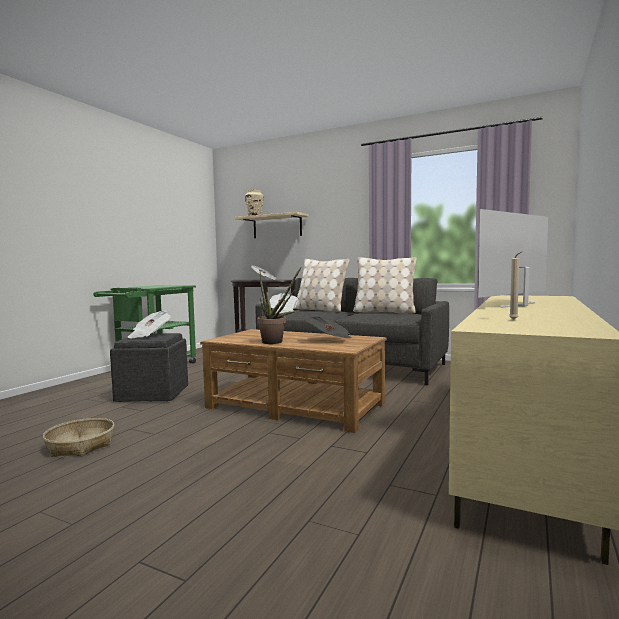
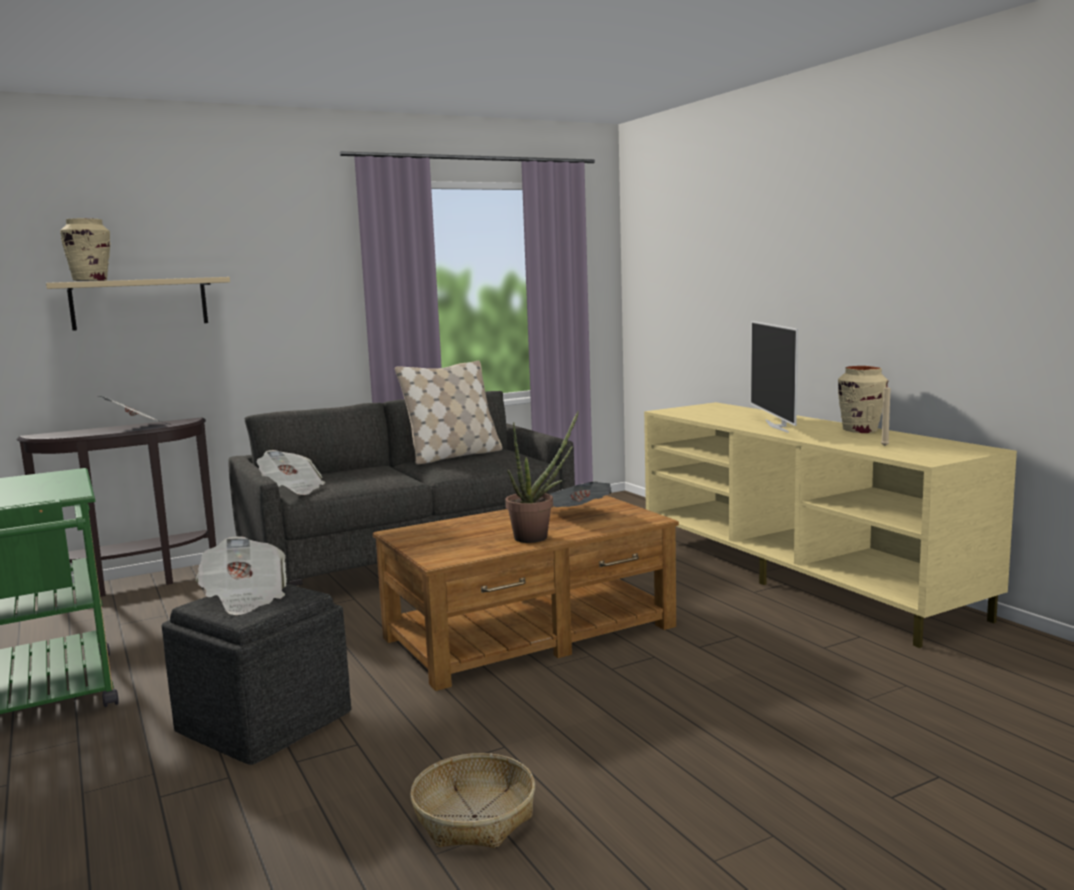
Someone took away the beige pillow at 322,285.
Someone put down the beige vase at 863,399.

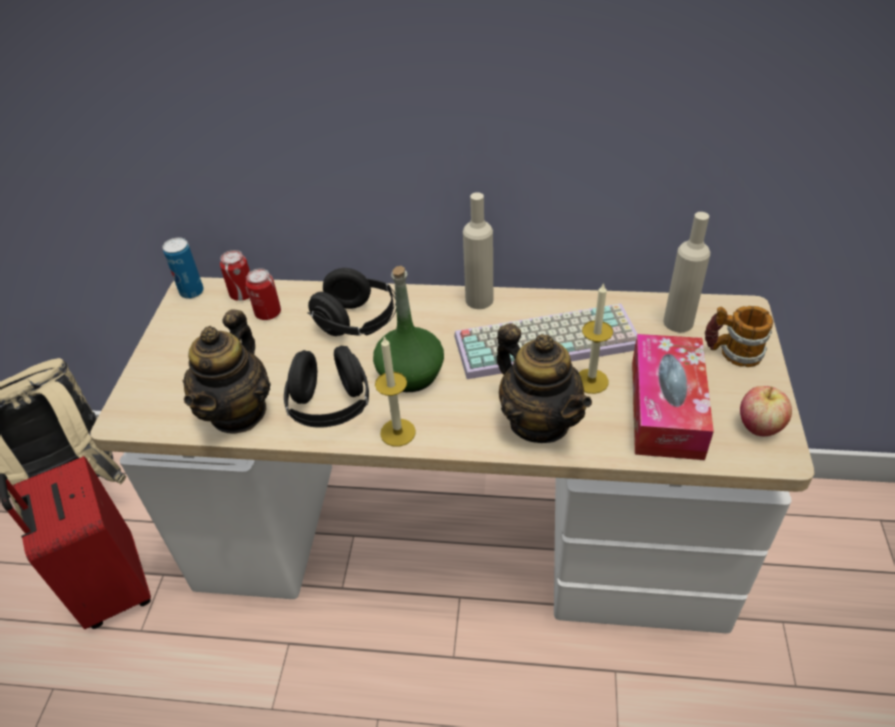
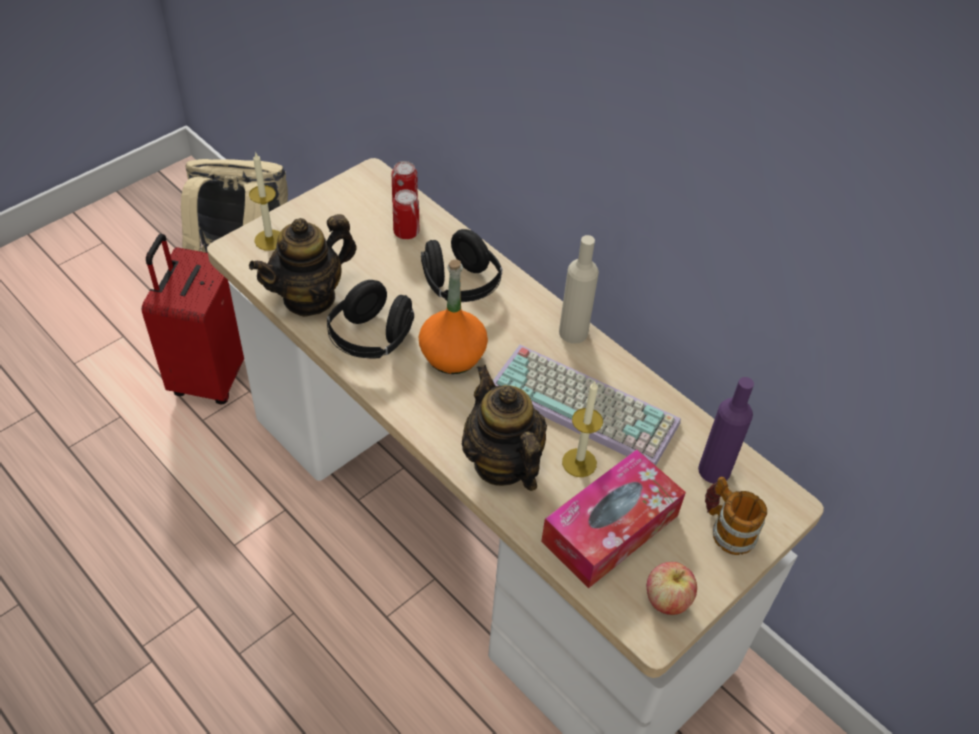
Someone repainted the beige bottle at 686,272, which became the purple bottle at 726,430.
Someone took away the can at 183,268.
Someone repainted the green bottle at 408,329, which became the orange bottle at 453,316.
Someone rotated the teapot at 544,383 by 150 degrees clockwise.
Someone carried the candle from 395,391 to 264,202.

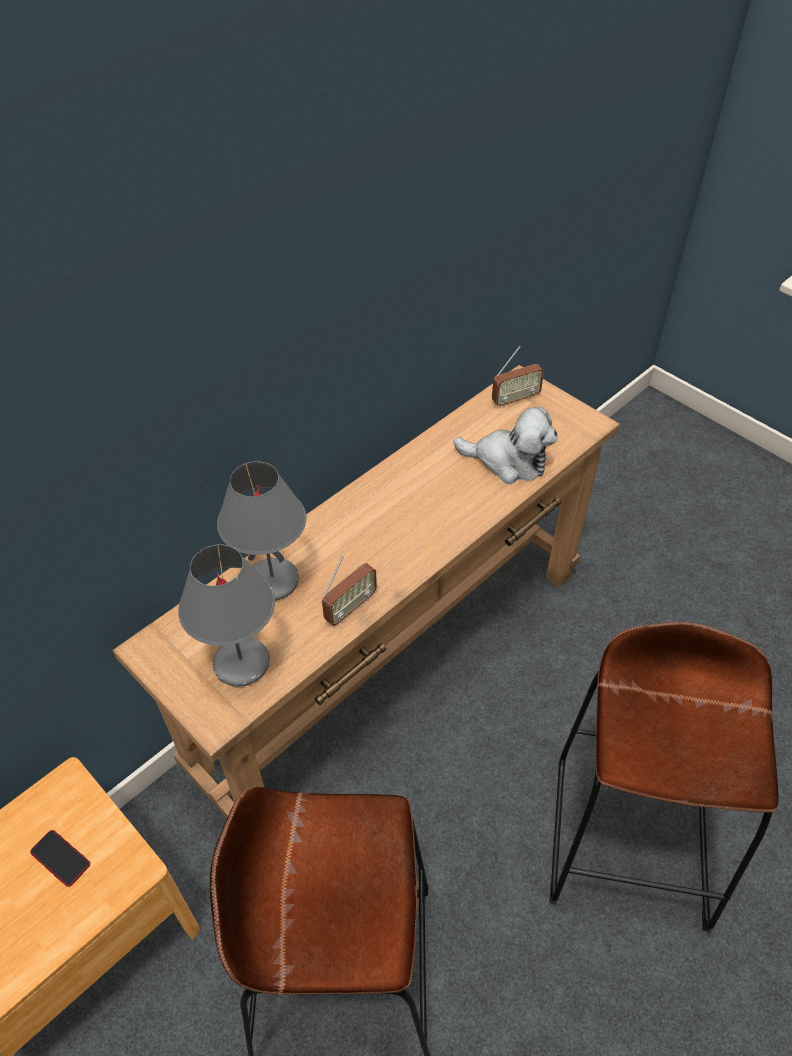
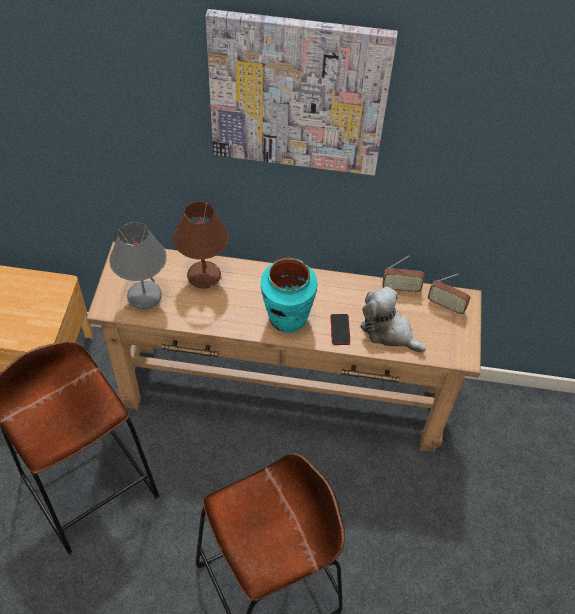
Someone rotated the plush toy at 505,445 by 150 degrees clockwise.
Someone repainted the grey table lamp at 262,531, which became the brown table lamp at 201,245.
Someone carried the radio from 349,591 to 403,275.
Someone carried the phone from 60,858 to 340,329.
Someone put up the picture at 301,92.
Someone put down the turquoise vase at 289,295.

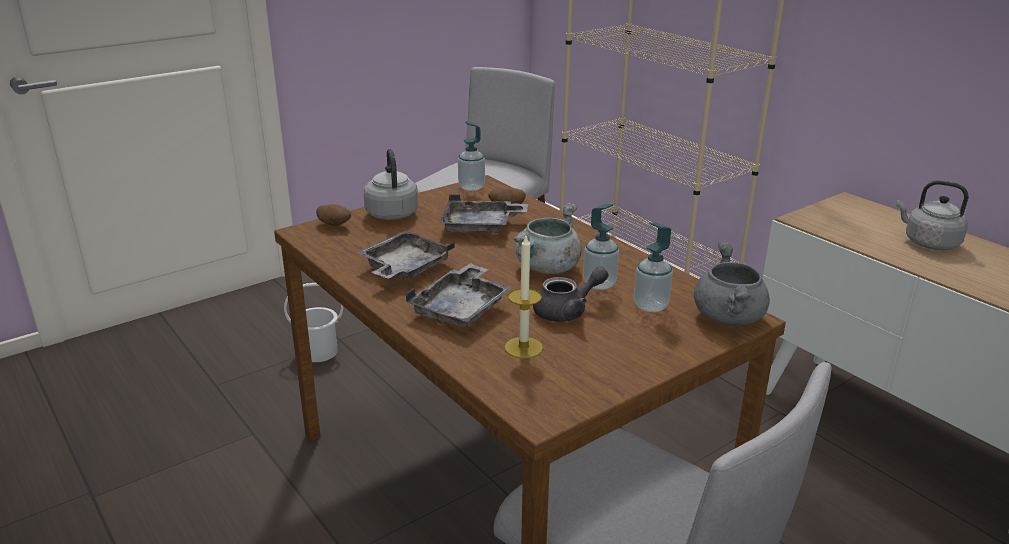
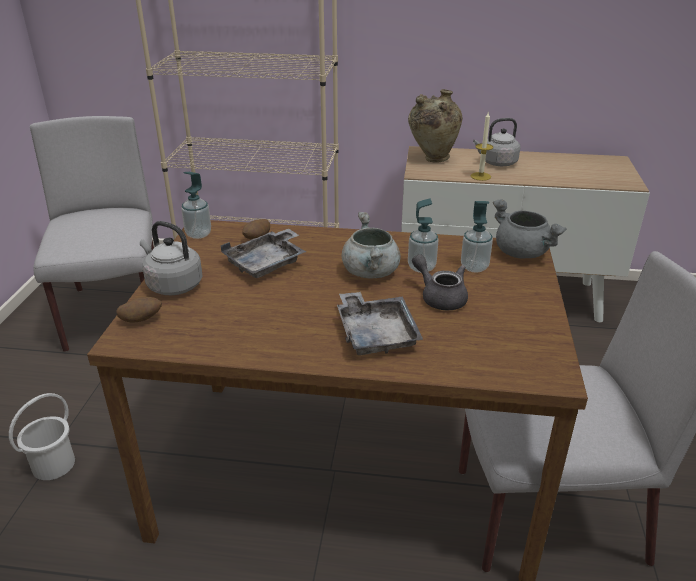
Someone took away the grey tray at 406,255.
Someone carried the candle from 523,297 to 482,146.
Someone rotated the grey teapot at 570,294 by 60 degrees counterclockwise.
Someone put down the beige vase at 435,126.

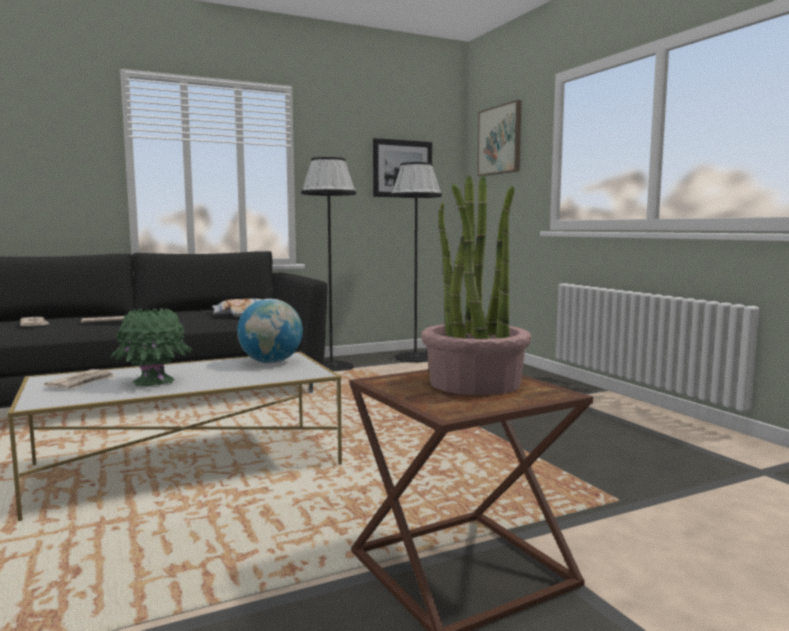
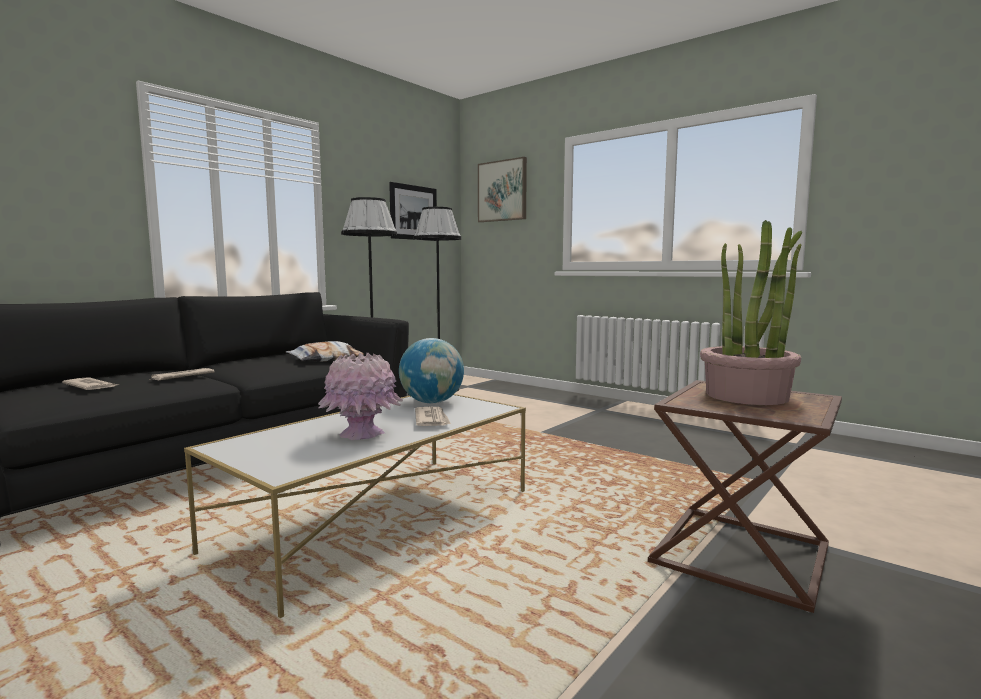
Someone repainted the green vase at 151,347, which became the pink vase at 360,396.
Someone carried the newspaper from 79,379 to 433,416.

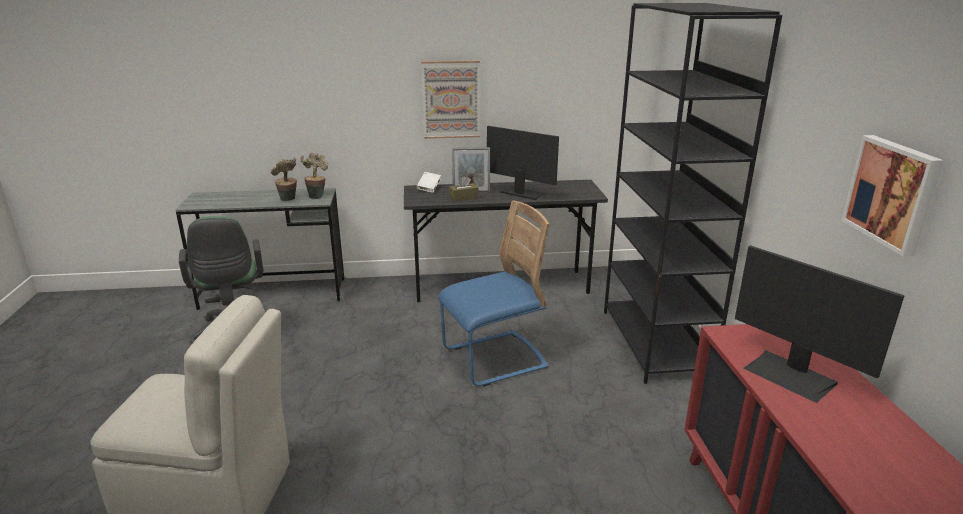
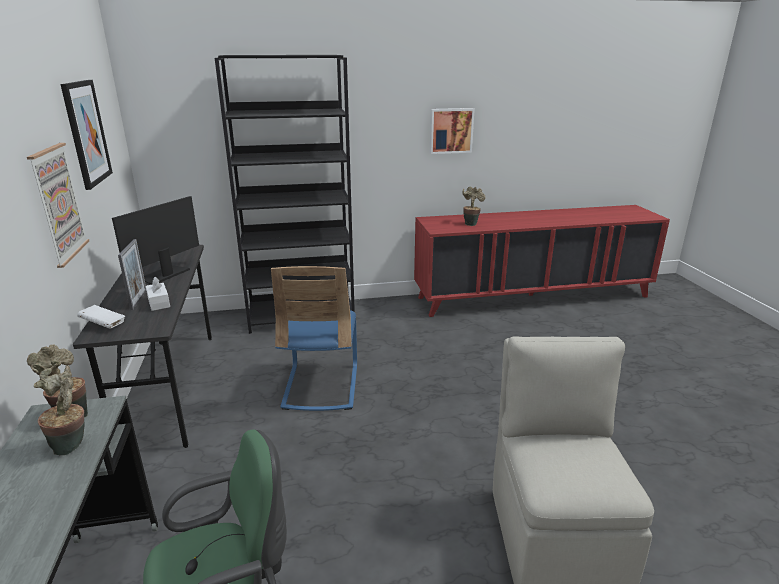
Someone repainted the brown tissue box at 464,189, which became the white tissue box at 158,294.
Someone rotated the blue chair at 493,294 by 150 degrees counterclockwise.
Someone swapped the monitor at 820,324 for the potted plant at 474,206.
Someone put up the picture at 86,135.

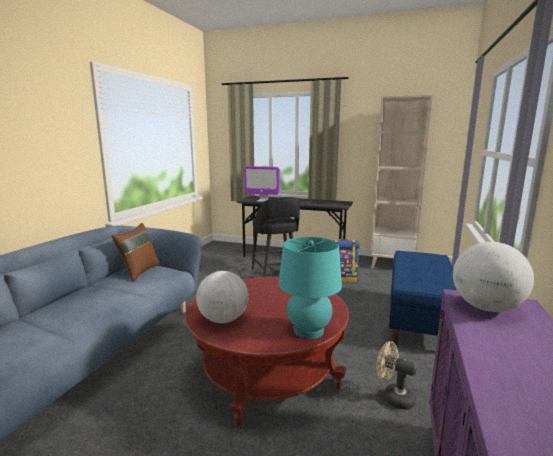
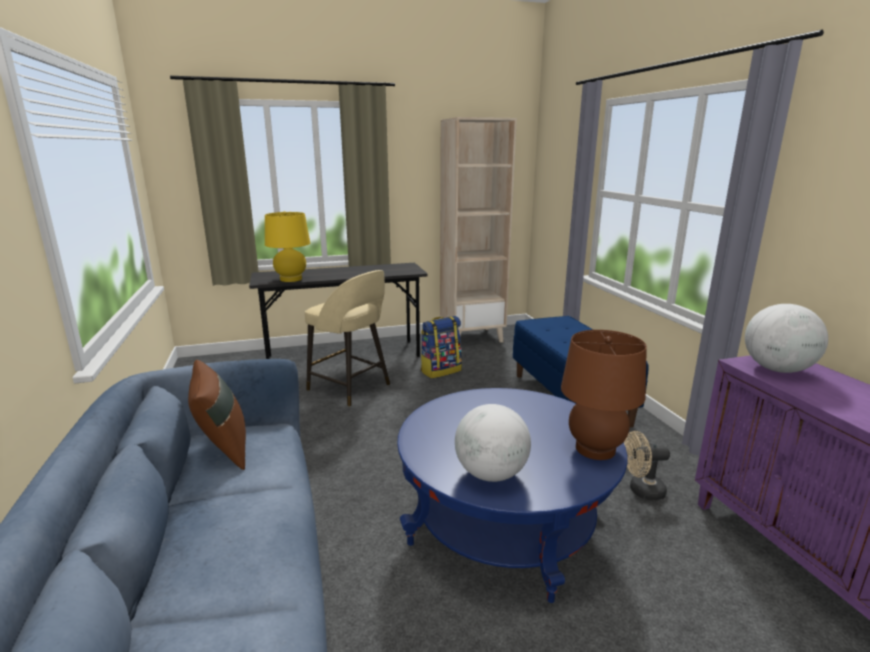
Someone swapped the monitor at 262,184 for the yellow table lamp at 287,246.
Someone repainted the black stool at 276,237, which became the beige stool at 347,338.
Someone repainted the turquoise table lamp at 310,288, which became the brown table lamp at 604,395.
Someone repainted the red coffee table at 267,351, which became the blue coffee table at 512,495.

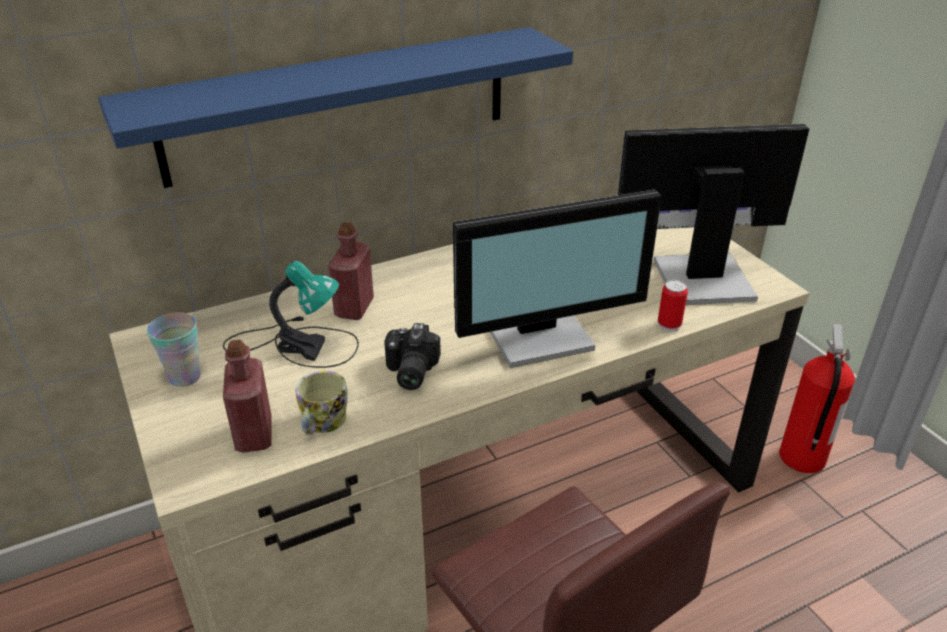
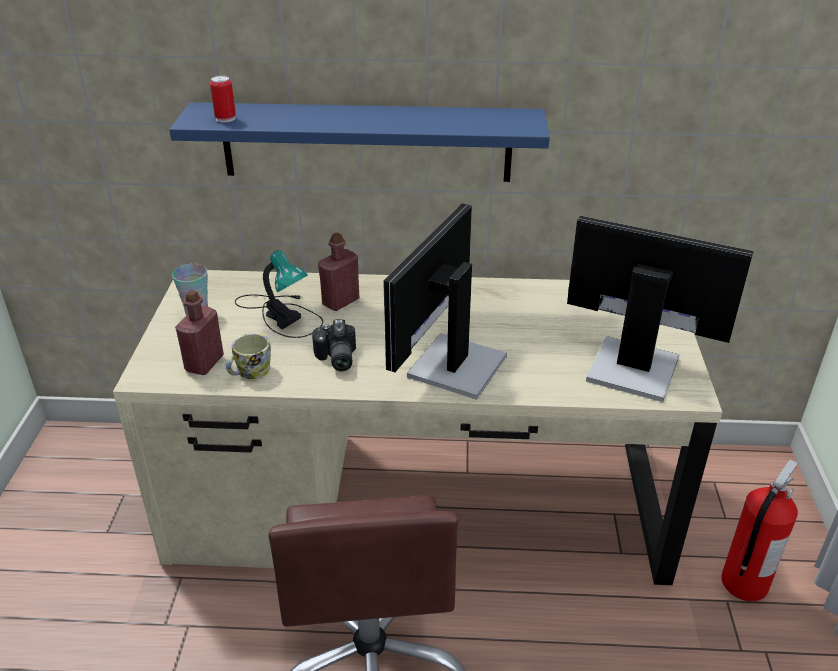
Someone rotated the monitor at 557,279 by 105 degrees clockwise.
Someone carried the can from 673,305 to 223,99.
Someone rotated the photo camera at 413,356 by 45 degrees counterclockwise.

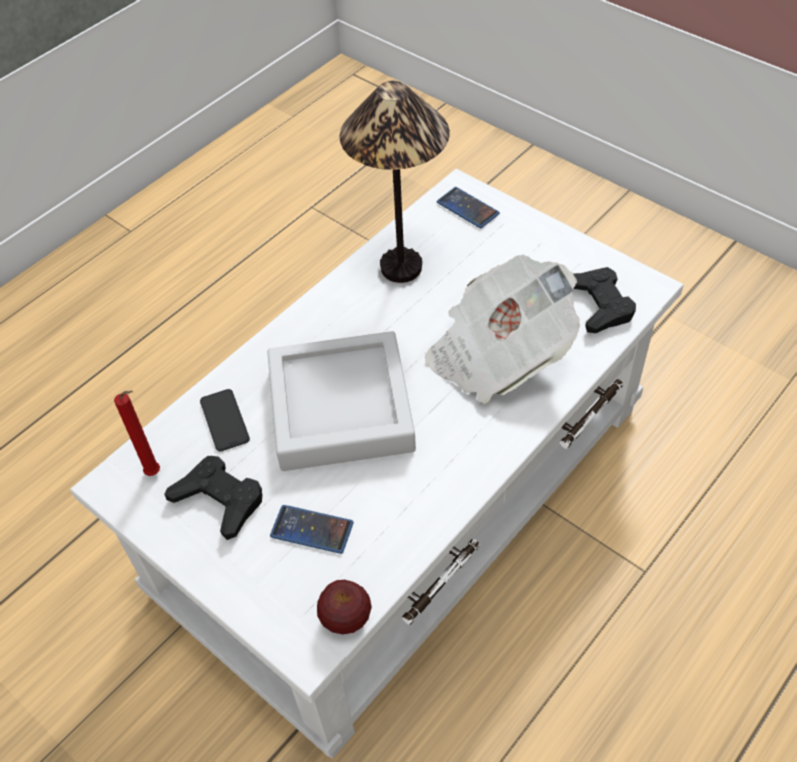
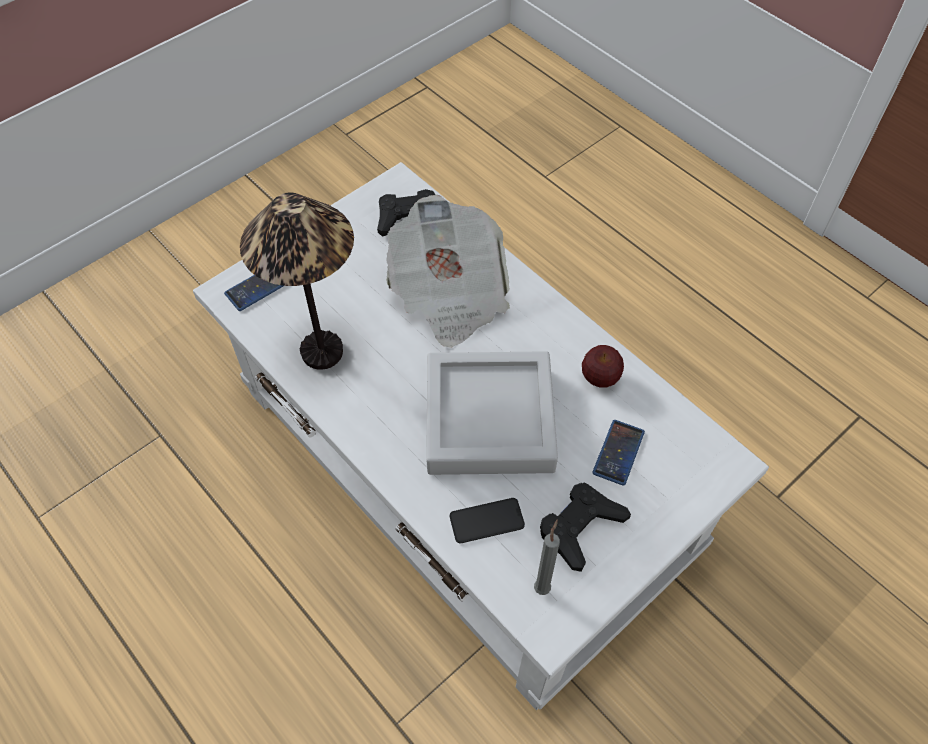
Someone repainted the red candle at 137,433, which became the grey candle at 547,557.
Someone carried the apple from 344,607 to 603,366.

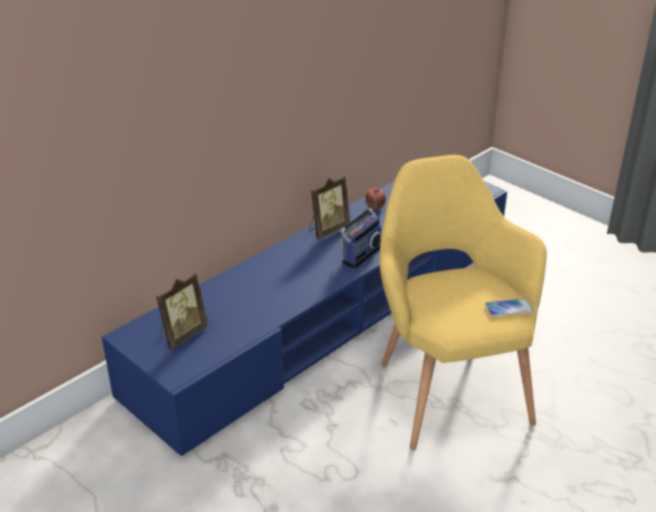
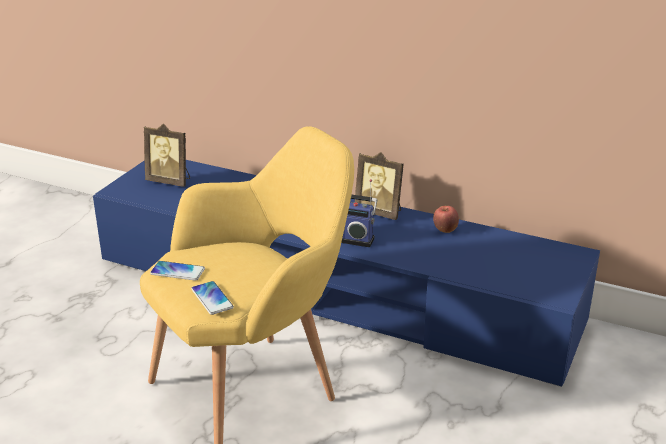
Someone put down the phone at 177,271.

